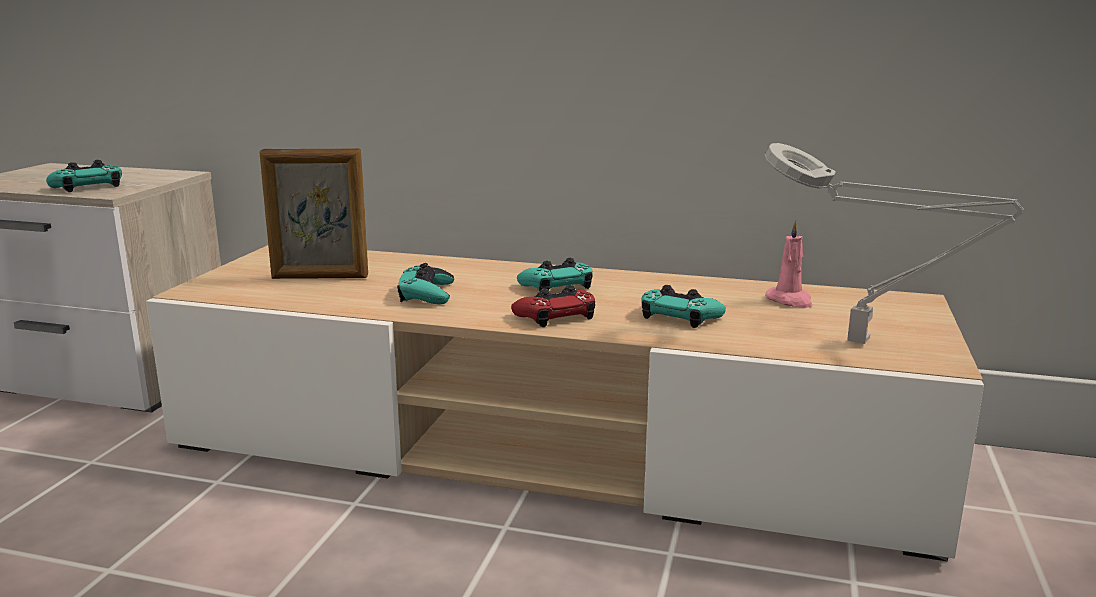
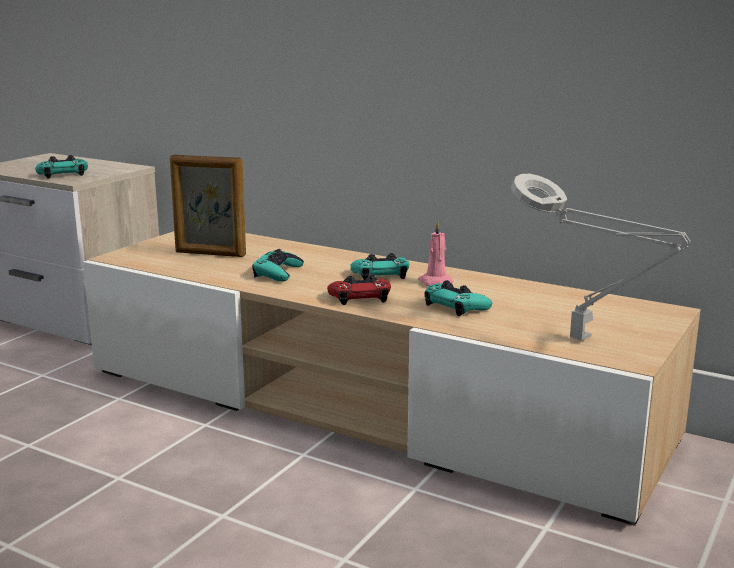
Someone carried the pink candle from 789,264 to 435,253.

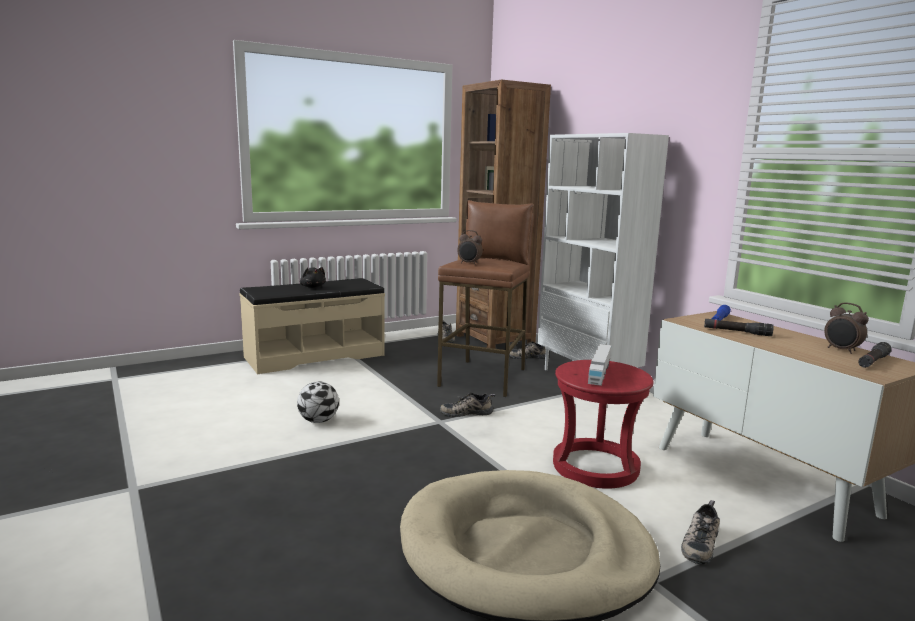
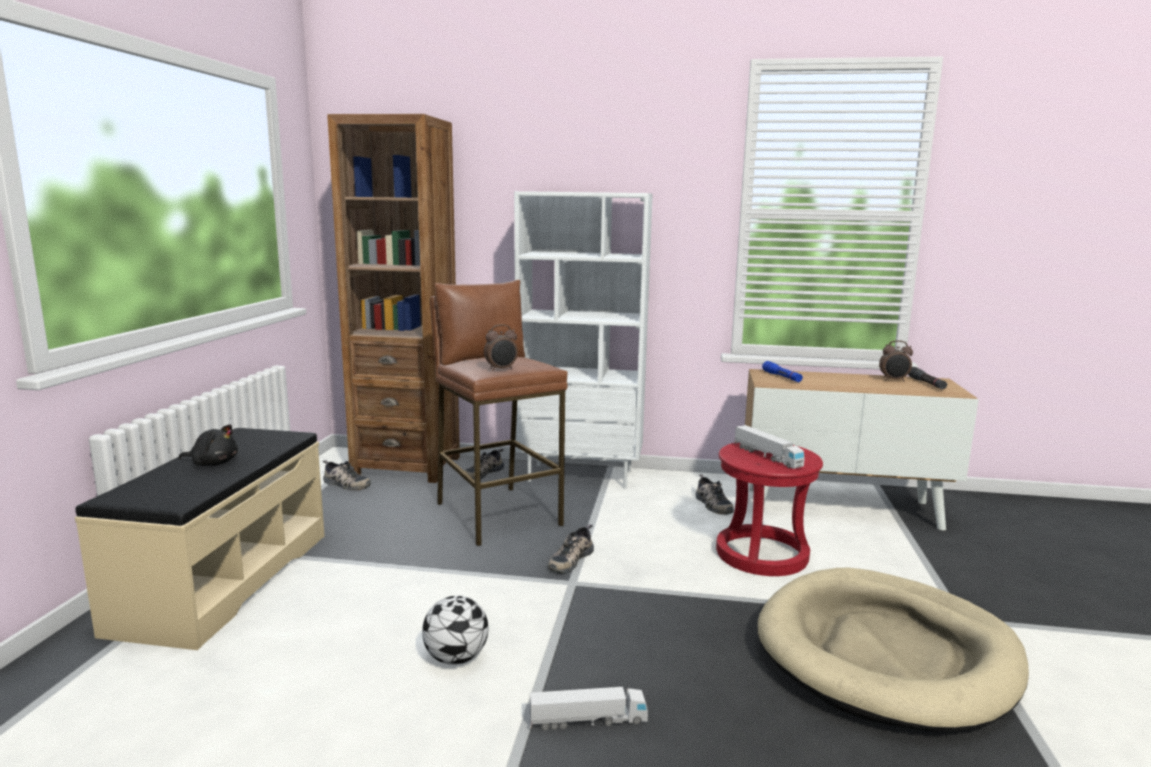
Someone took away the black flashlight at 739,327.
Someone carried the shoe from 700,532 to 714,494.
Someone put down the toy truck at 588,709.

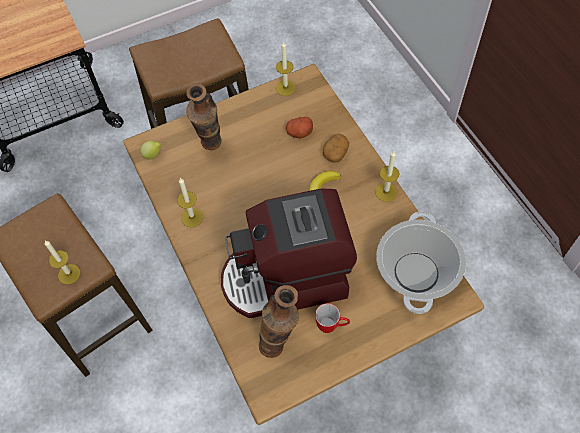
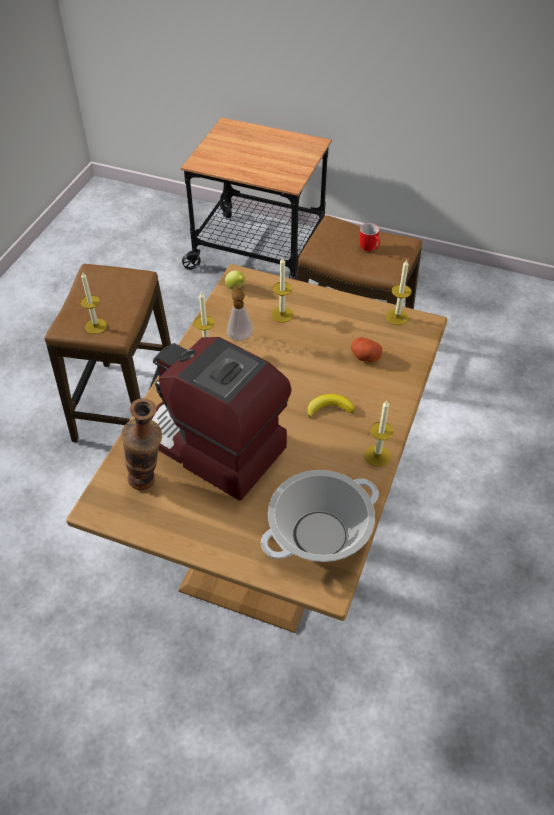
Someone swapped the vase at 203,116 for the candle at 282,290.
Someone took away the potato at 336,147.
Someone carried the mug from 332,318 to 369,237.
Someone put down the soap dispenser at 240,313.

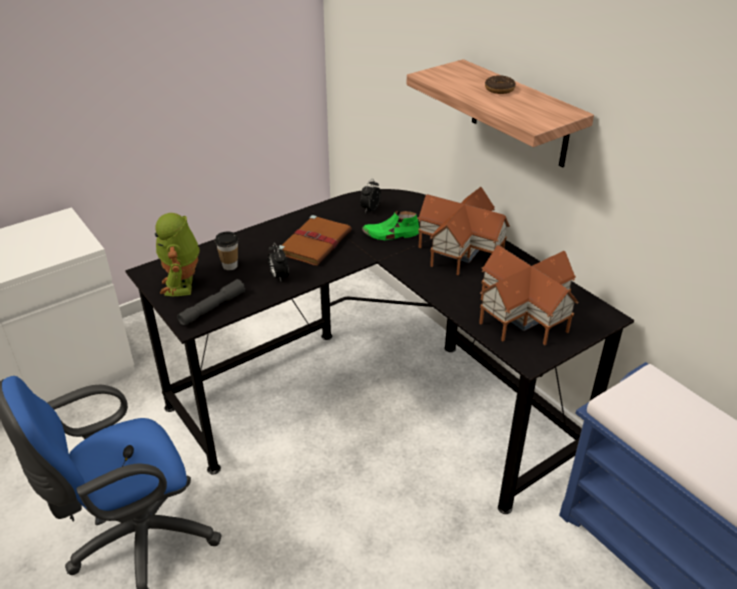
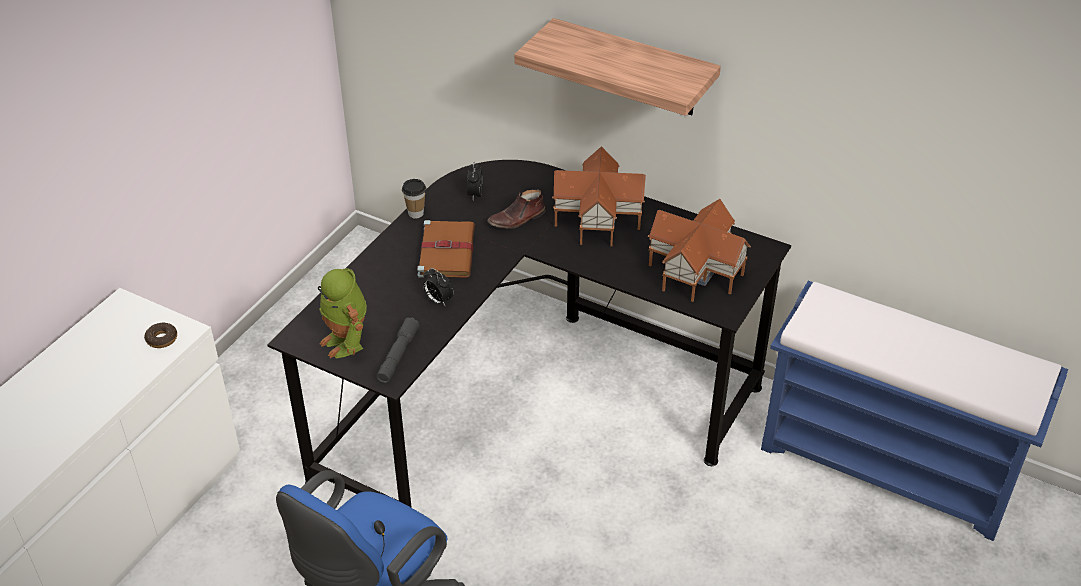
Someone carried the donut from 500,84 to 160,335.
Someone repainted the green shoe at 390,225, which became the brown shoe at 516,209.
Someone carried the cup from 227,250 to 414,199.

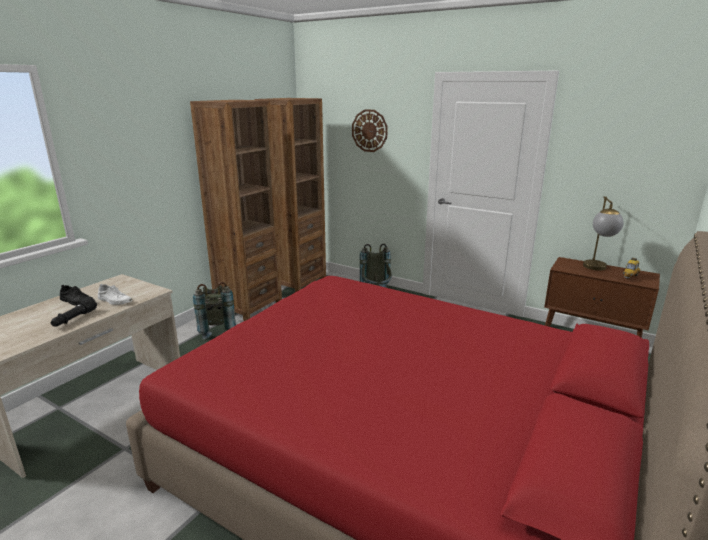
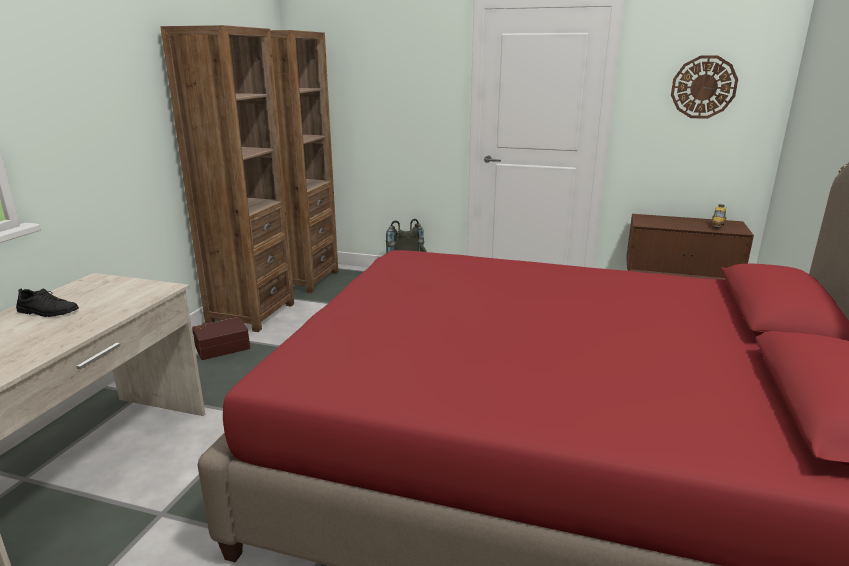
Someone carried the wall clock from 370,130 to 704,87.
Someone took away the table lamp at 603,233.
Someone swapped the grey backpack at 214,310 for the brown storage box at 221,338.
Someone took away the white shoe at 115,294.
Someone took away the black flashlight at 74,312.

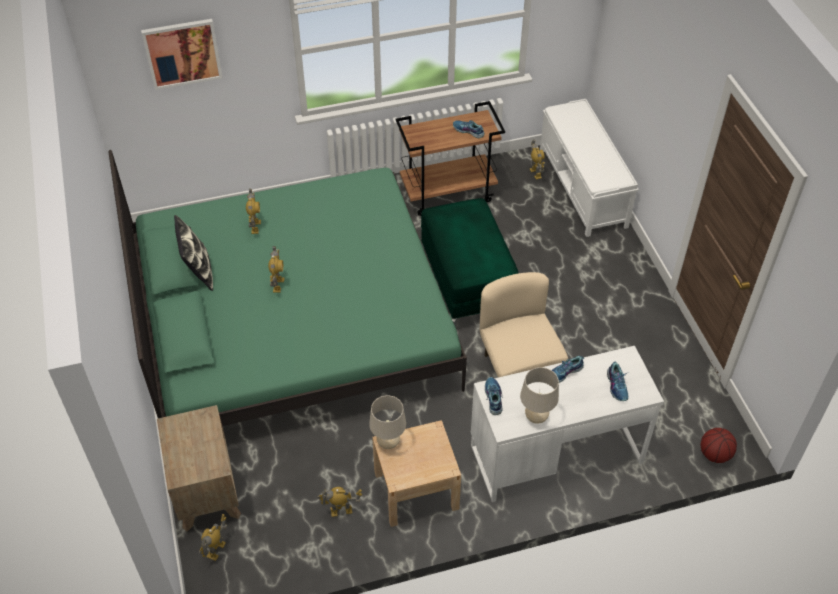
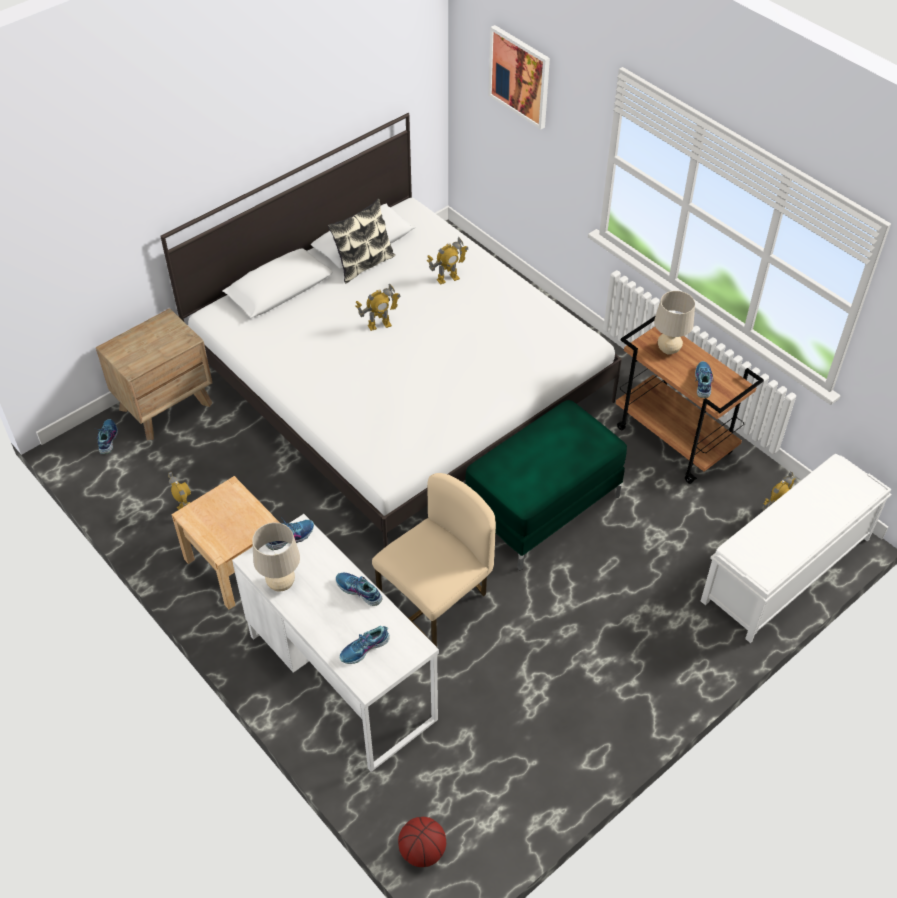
Someone repainted the green bed at 288,288, which became the white bed at 391,330.
Someone carried the beige table lamp from 387,422 to 674,323.
Someone swapped the toy robot at 213,537 for the shoe at 107,436.

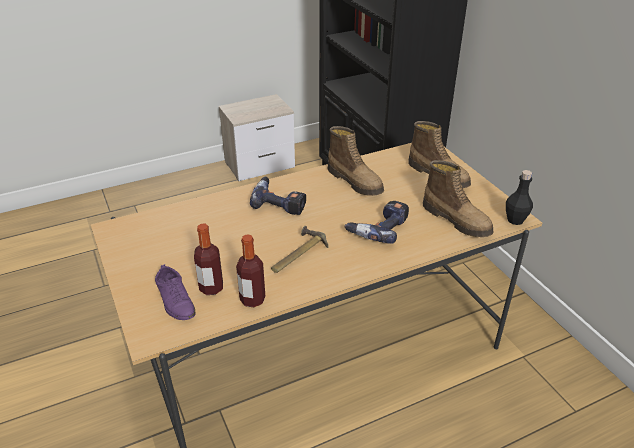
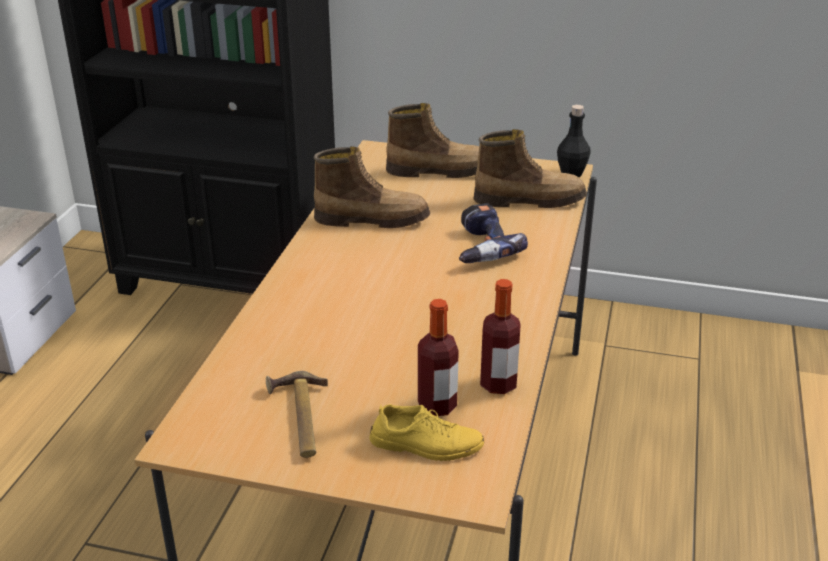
Someone took away the power drill at 278,196.
Someone carried the hammer from 300,249 to 297,414.
Someone repainted the purple shoe at 175,292, which became the yellow shoe at 427,432.

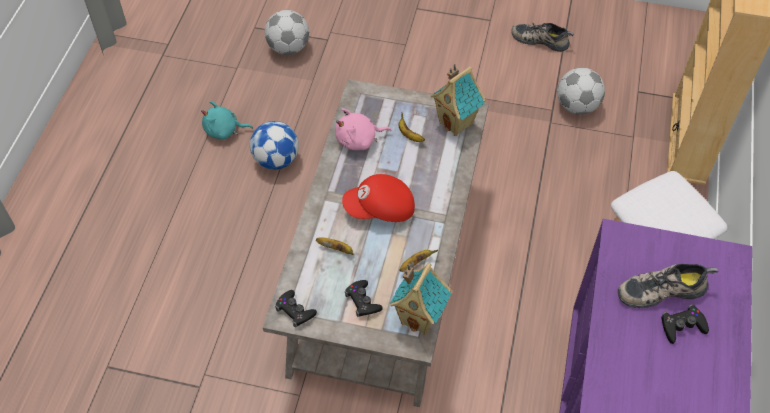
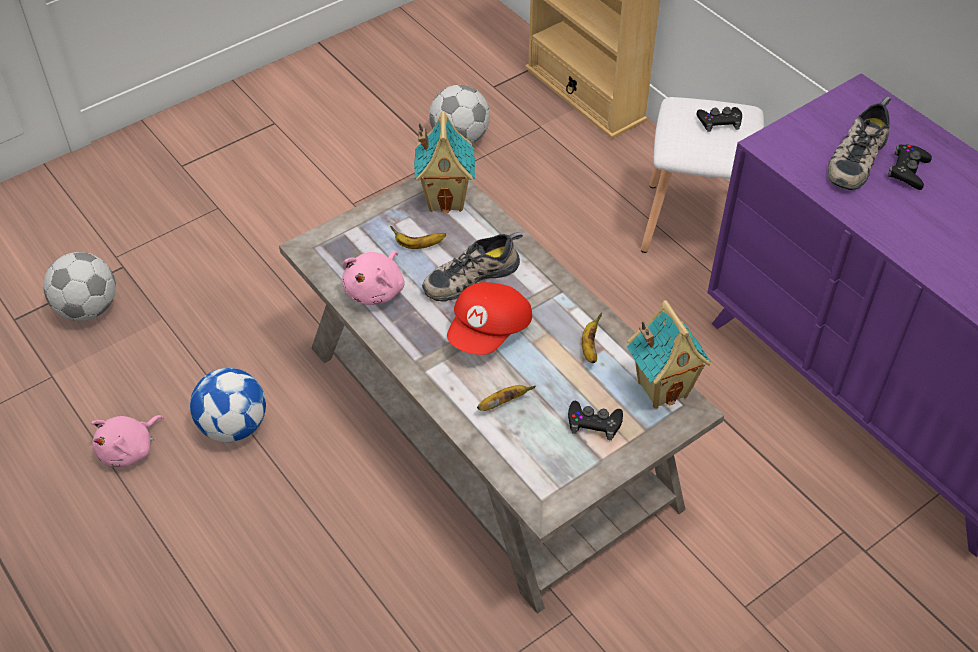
Someone carried the shoe from 542,37 to 472,267.
Someone repainted the turquoise plush toy at 227,120, which became the pink plush toy at 127,440.
Someone carried the black game controller from 296,309 to 719,119.

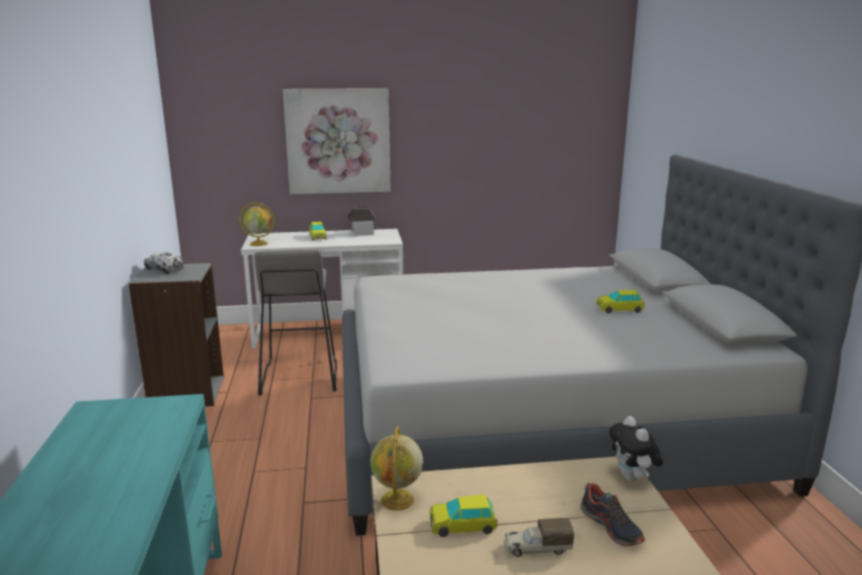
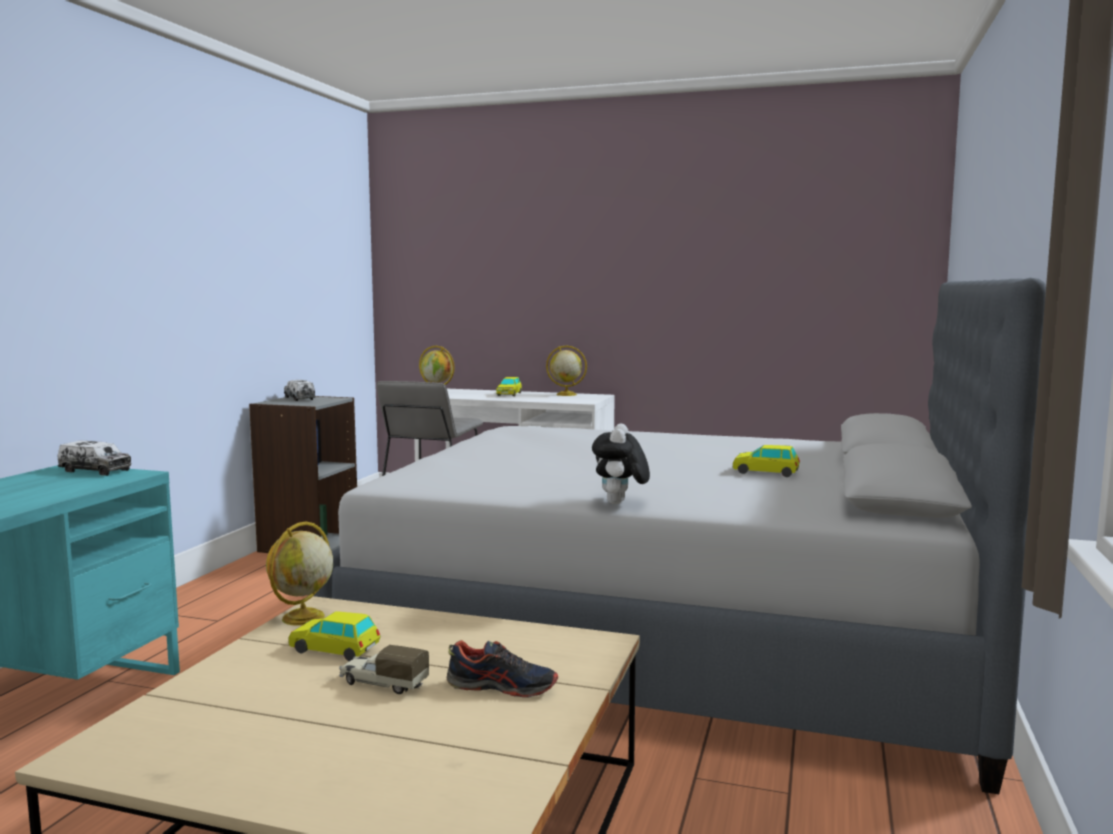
Someone took away the picture at 337,141.
Someone swapped the toy house at 362,221 for the globe at 566,370.
Someone carried the plush toy from 636,449 to 621,463.
Someone rotated the shoe at 612,515 by 75 degrees counterclockwise.
Someone put down the toy truck at 95,458.

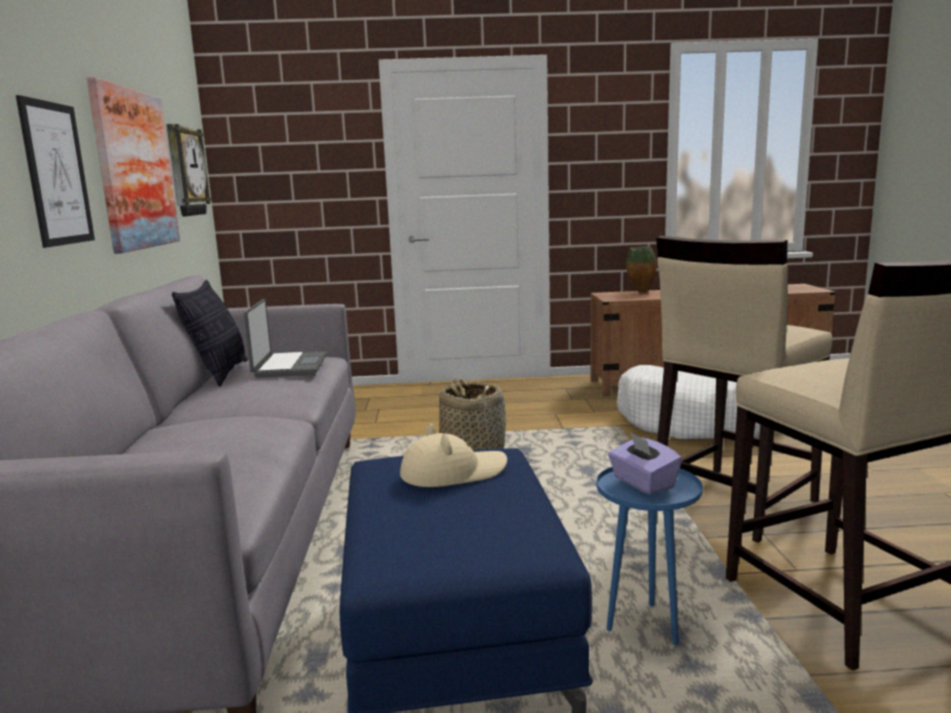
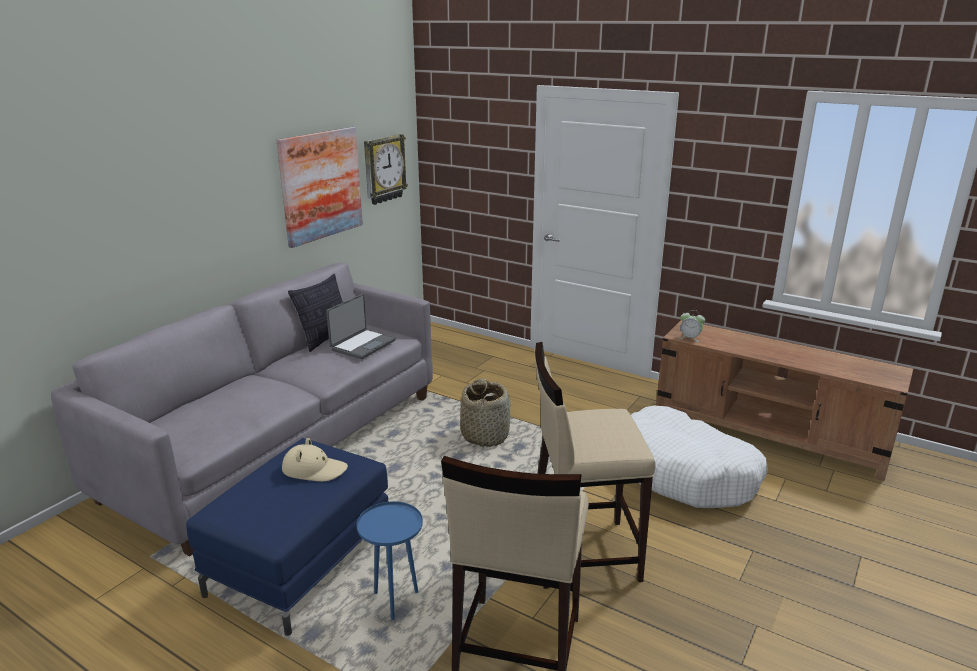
Someone took away the picture at 55,171.
Someone took away the vase at 641,269.
Someone took away the purple tissue box at 645,463.
Someone put down the alarm clock at 692,326.

